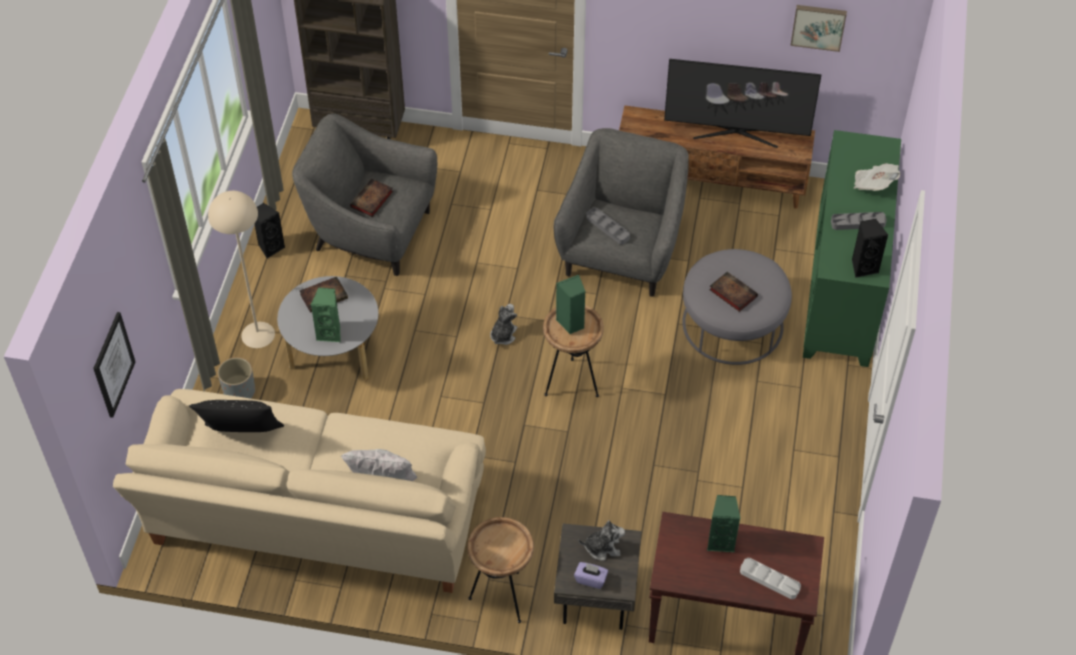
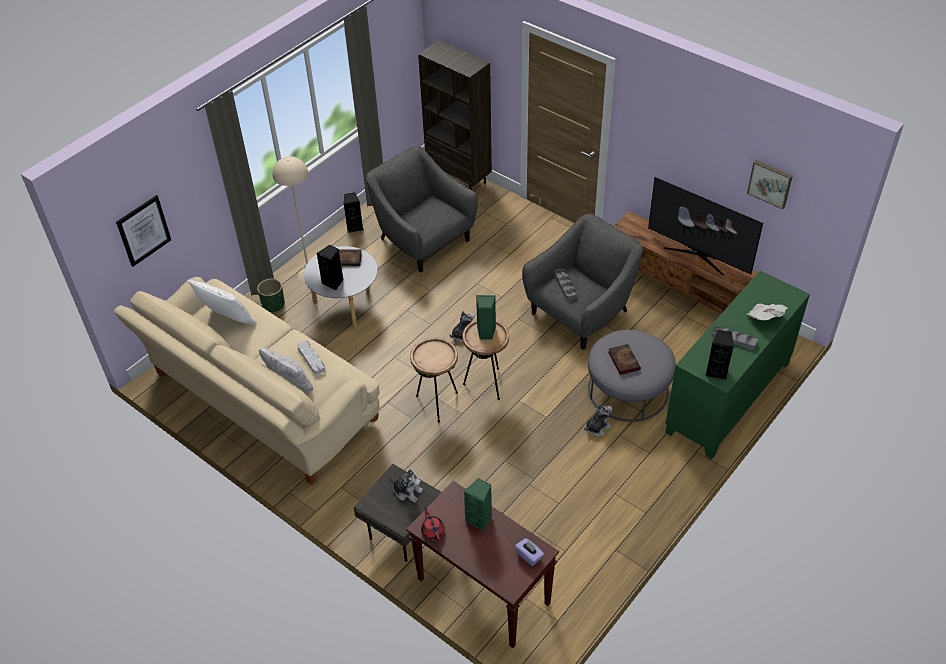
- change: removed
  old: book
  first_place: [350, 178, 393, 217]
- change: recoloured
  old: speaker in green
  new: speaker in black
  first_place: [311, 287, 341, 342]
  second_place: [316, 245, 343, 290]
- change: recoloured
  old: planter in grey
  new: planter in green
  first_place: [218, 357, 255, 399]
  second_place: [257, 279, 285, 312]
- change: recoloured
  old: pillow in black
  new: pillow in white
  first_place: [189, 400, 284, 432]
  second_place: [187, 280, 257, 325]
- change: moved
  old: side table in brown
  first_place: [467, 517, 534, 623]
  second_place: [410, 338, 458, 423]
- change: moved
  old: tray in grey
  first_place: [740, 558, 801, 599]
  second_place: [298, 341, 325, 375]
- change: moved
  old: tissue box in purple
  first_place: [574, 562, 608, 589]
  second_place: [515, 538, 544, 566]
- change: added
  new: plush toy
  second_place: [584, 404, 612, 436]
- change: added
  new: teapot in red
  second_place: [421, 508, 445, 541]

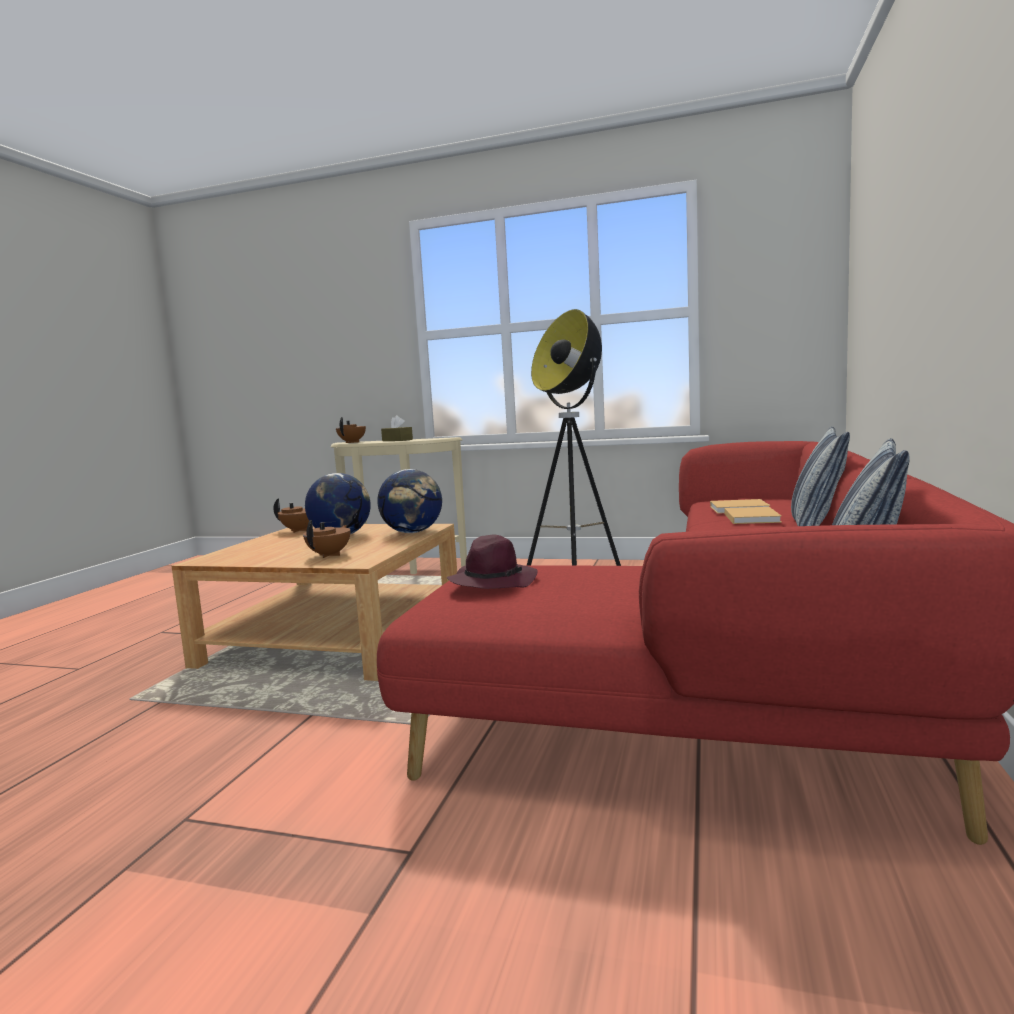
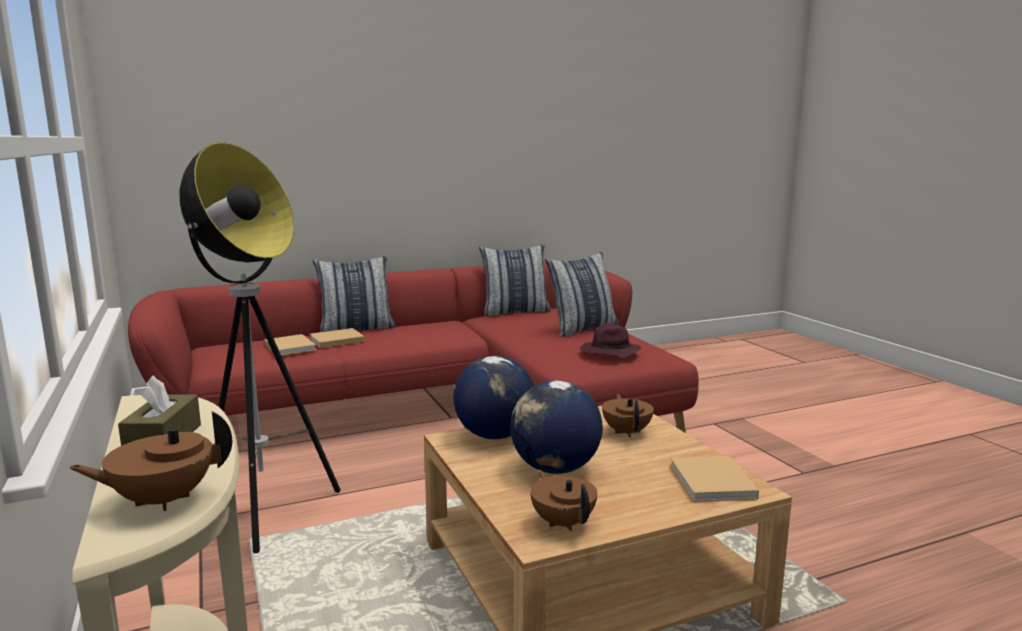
- change: turned
  old: teapot in brown
  first_place: [303, 520, 350, 558]
  second_place: [602, 394, 654, 437]
  degrees: 105
- change: added
  new: pillow
  second_place: [545, 251, 618, 337]
- change: added
  new: book in beige
  second_place: [670, 456, 759, 502]

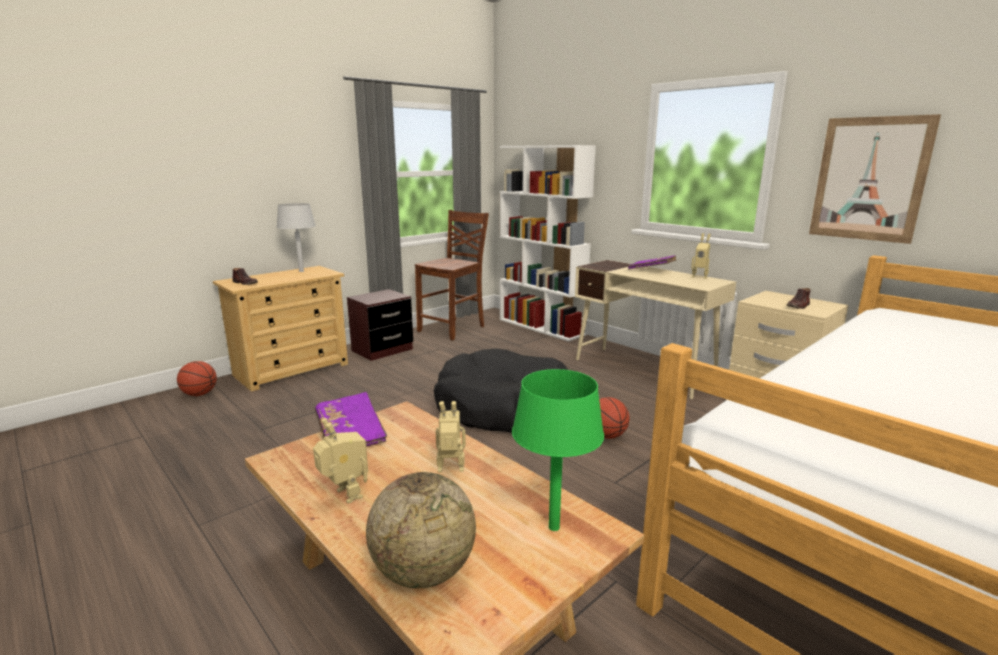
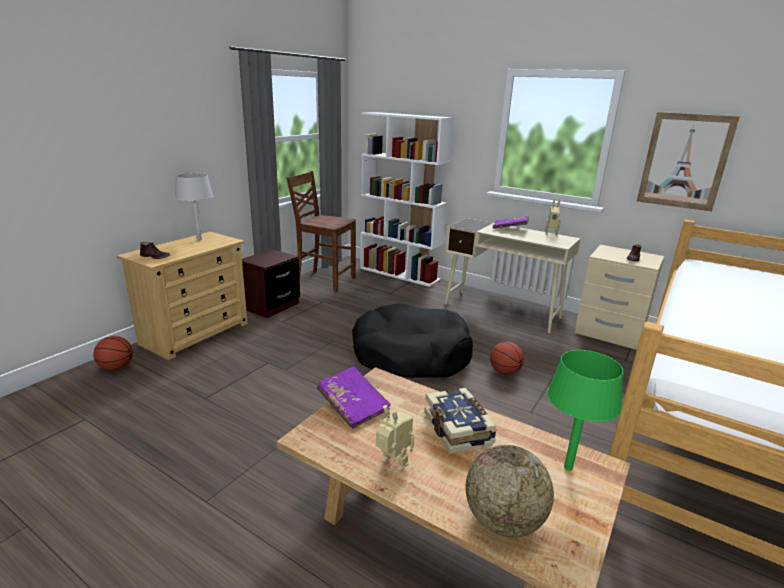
- change: turned
  old: chair in brown
  first_place: [415, 210, 489, 341]
  second_place: [287, 171, 356, 292]
  degrees: -90
- change: replaced
  old: toy robot
  new: book
  first_place: [436, 401, 466, 472]
  second_place: [424, 388, 497, 454]

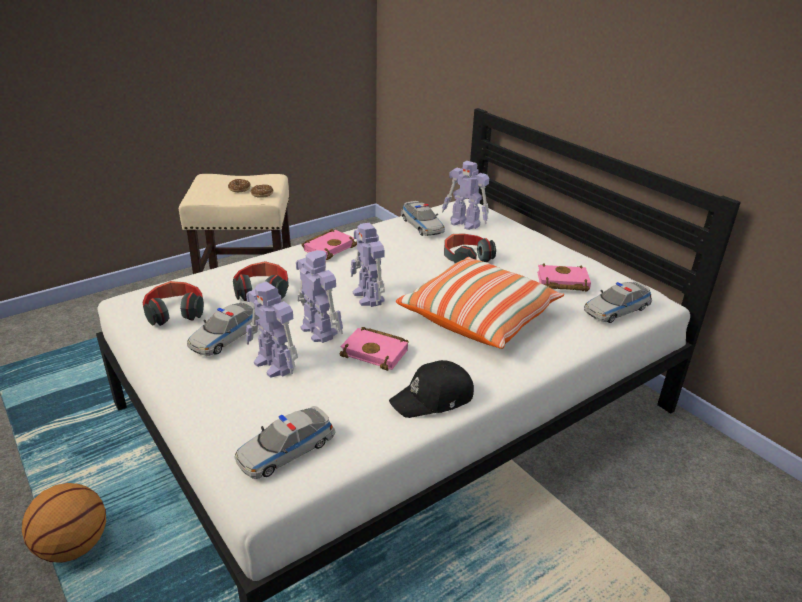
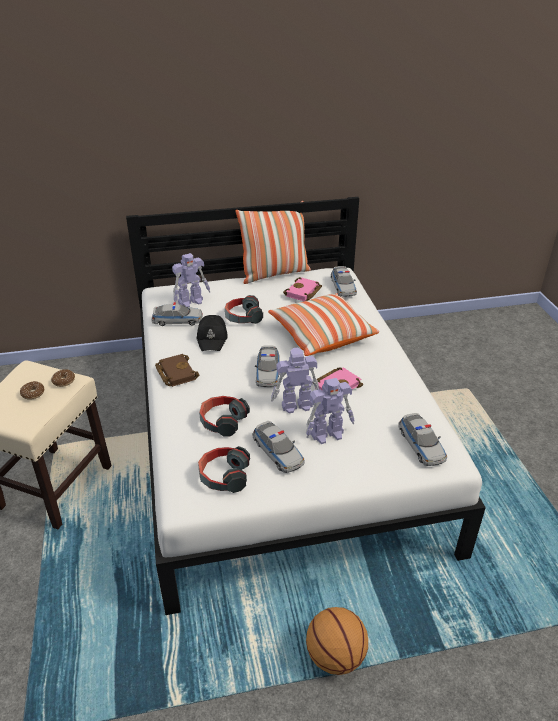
- change: replaced
  old: toy robot
  new: toy car
  first_place: [350, 223, 385, 307]
  second_place: [255, 345, 280, 387]
- change: recoloured
  old: book in pink
  new: book in brown
  first_place: [302, 229, 357, 260]
  second_place: [155, 354, 199, 387]
- change: moved
  old: cap in black
  first_place: [389, 360, 474, 418]
  second_place: [197, 315, 228, 351]
- change: added
  new: pillow
  second_place: [235, 201, 311, 284]

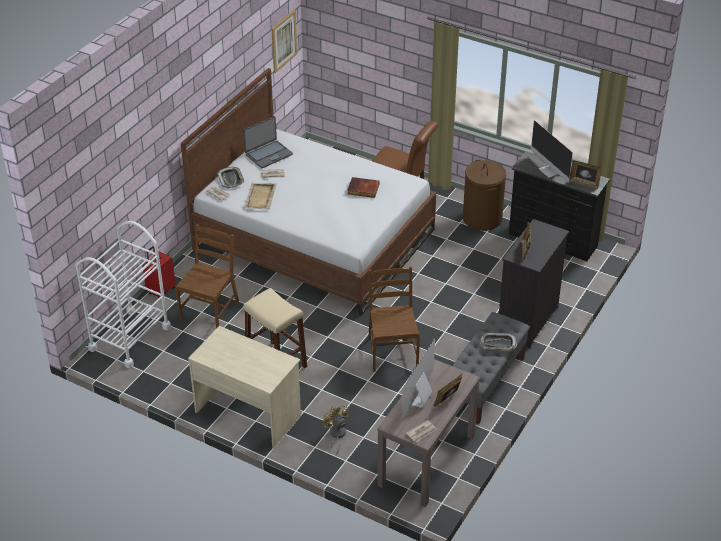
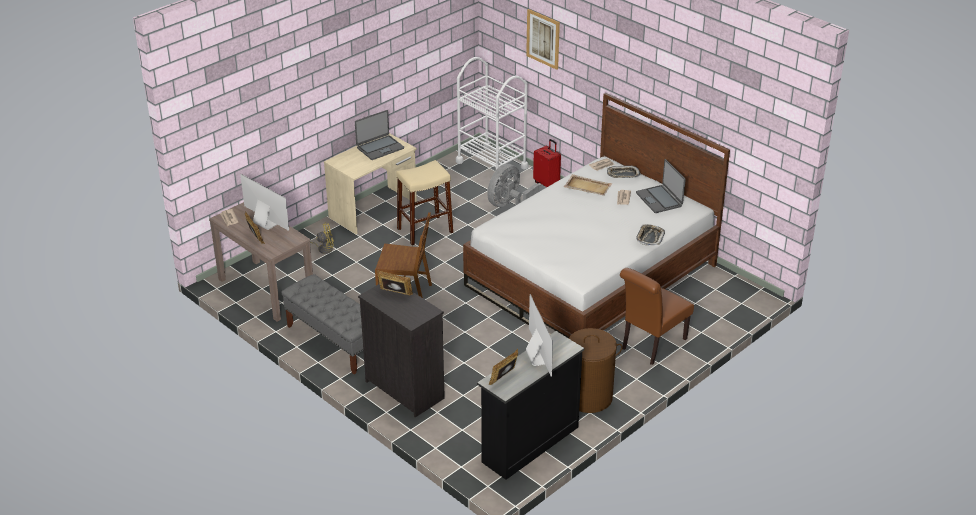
- change: moved
  old: picture
  first_place: [272, 10, 297, 73]
  second_place: [526, 9, 560, 70]
- change: turned
  old: monitor
  first_place: [531, 120, 573, 183]
  second_place: [526, 294, 553, 377]
  degrees: 90
- change: removed
  old: book
  first_place: [347, 177, 380, 198]
- change: replaced
  old: chair in brown
  new: fan in grey
  first_place: [175, 224, 239, 329]
  second_place: [487, 164, 540, 207]
- change: moved
  old: tray
  first_place: [480, 332, 517, 350]
  second_place: [636, 224, 665, 246]
- change: added
  new: laptop
  second_place: [355, 110, 404, 160]

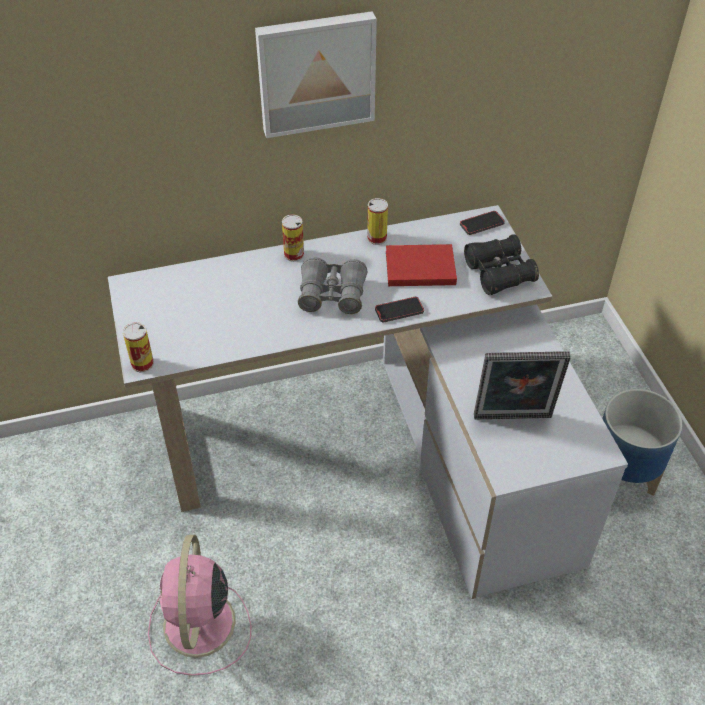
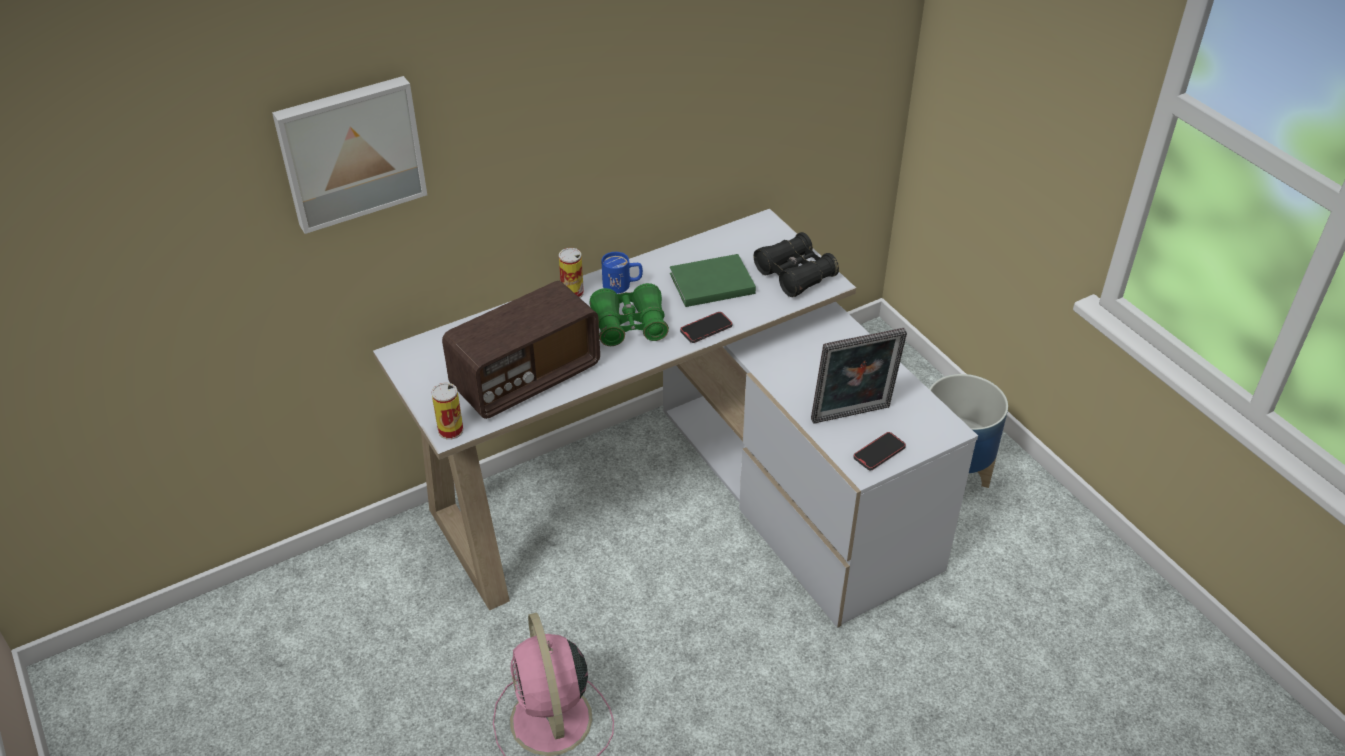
- change: moved
  old: picture
  first_place: [255, 11, 377, 138]
  second_place: [272, 76, 427, 234]
- change: removed
  old: can
  first_place: [367, 198, 388, 245]
- change: moved
  old: phone
  first_place: [460, 211, 505, 235]
  second_place: [853, 432, 906, 470]
- change: recoloured
  old: book in red
  new: book in green
  first_place: [386, 244, 457, 286]
  second_place: [670, 254, 756, 307]
- change: recoloured
  old: binoculars in grey
  new: binoculars in green
  first_place: [298, 257, 367, 314]
  second_place: [590, 283, 669, 346]
- change: added
  new: mug in blue
  second_place: [601, 252, 643, 294]
- change: added
  new: radio
  second_place: [442, 281, 600, 419]

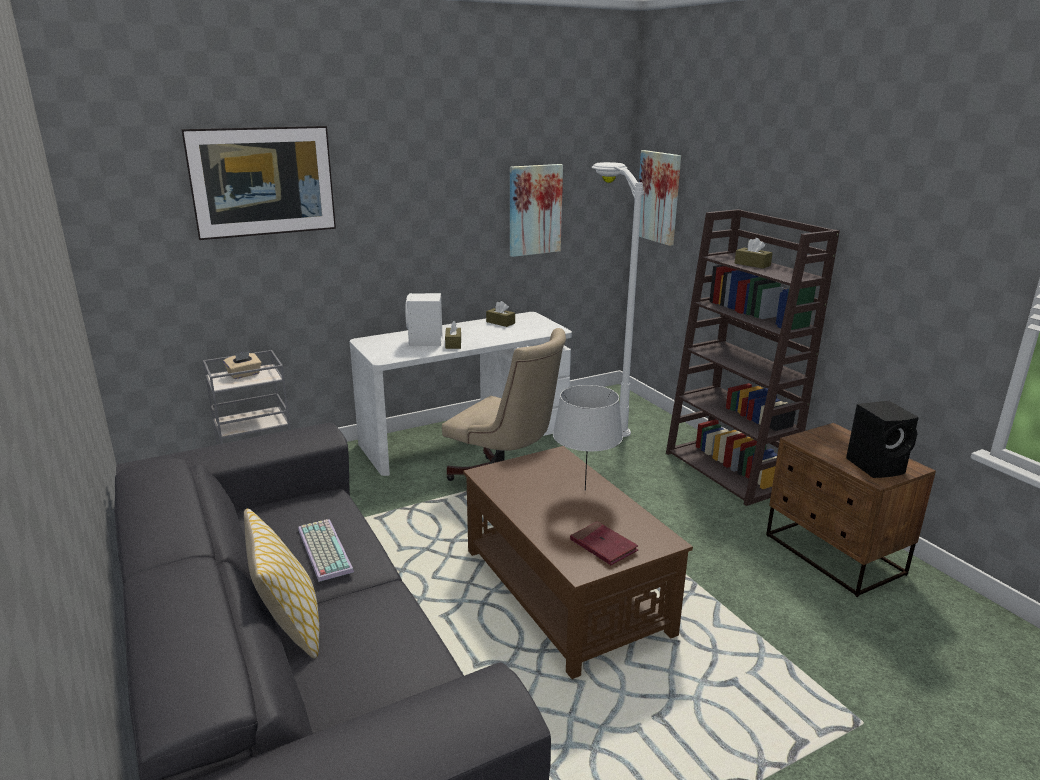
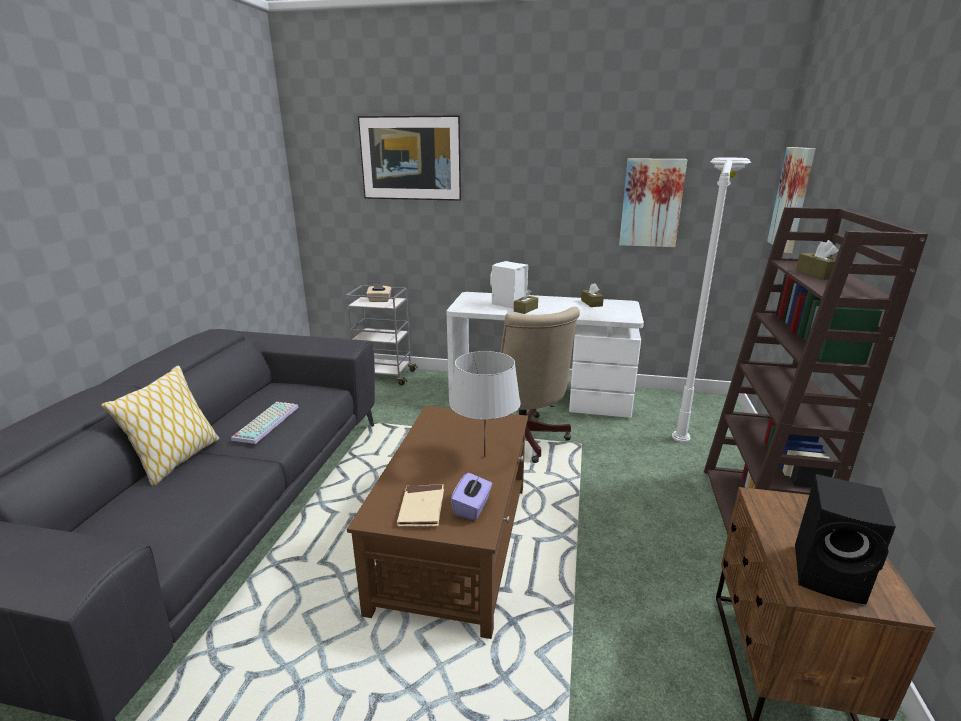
- change: recoloured
  old: book in red
  new: book in beige
  first_place: [570, 521, 638, 565]
  second_place: [397, 485, 444, 527]
- change: added
  new: tissue box in purple
  second_place: [451, 473, 492, 520]

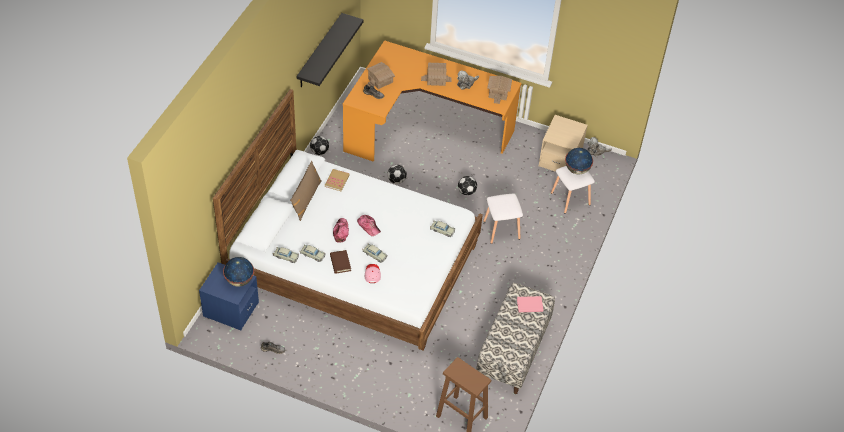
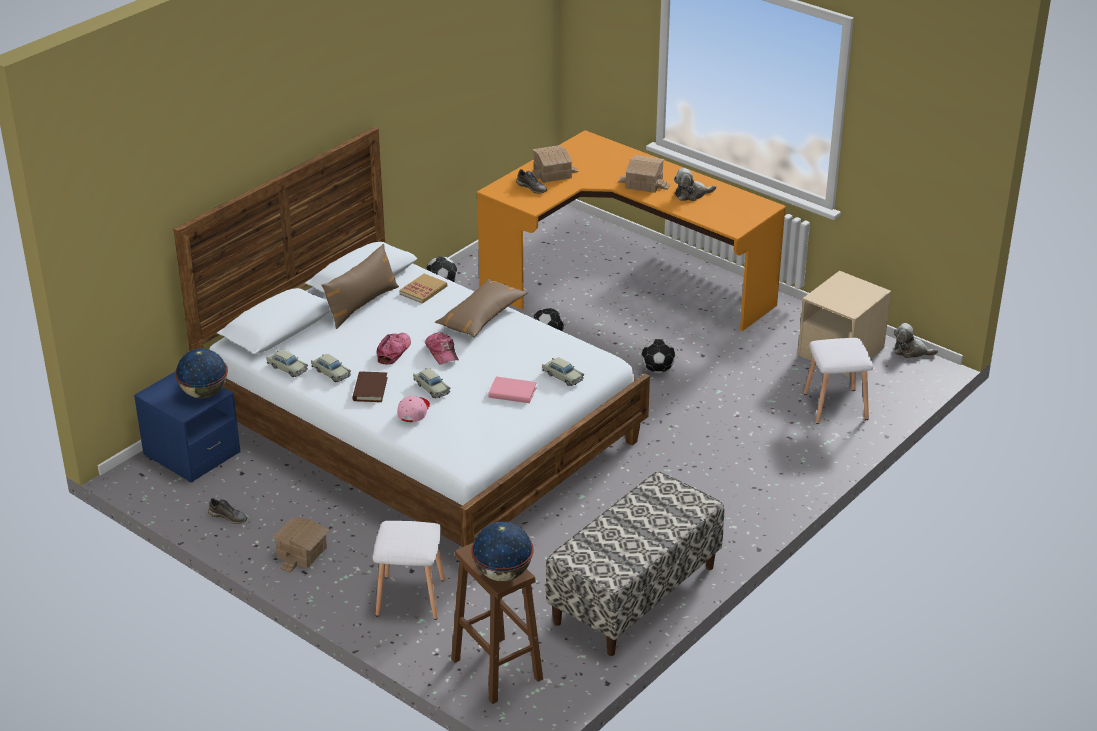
- change: removed
  old: shelf in black
  first_place: [296, 13, 364, 87]
- change: moved
  old: toy house
  first_place: [487, 76, 512, 104]
  second_place: [272, 517, 330, 573]
- change: moved
  old: globe
  first_place: [565, 148, 593, 175]
  second_place: [471, 522, 533, 581]
- change: moved
  old: stool in white
  first_place: [483, 194, 523, 244]
  second_place: [373, 521, 445, 620]
- change: moved
  old: book in pink
  first_place: [517, 296, 543, 312]
  second_place: [488, 377, 537, 403]
- change: added
  new: pillow in brown
  second_place: [435, 279, 528, 338]

